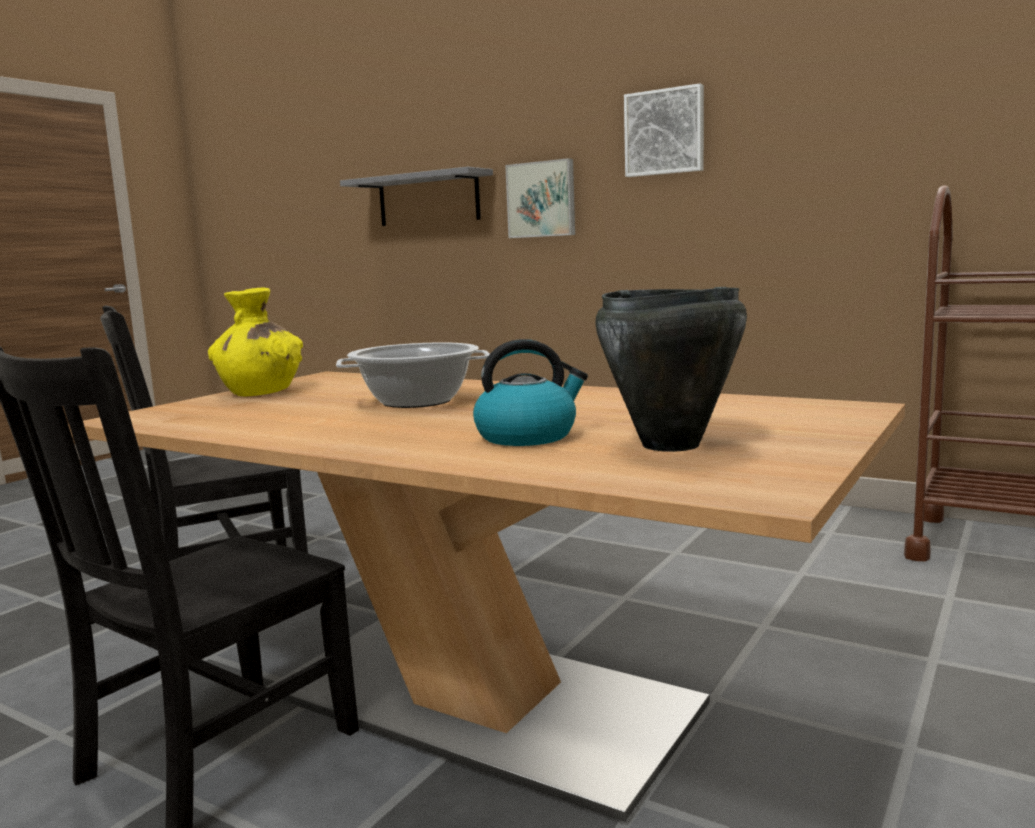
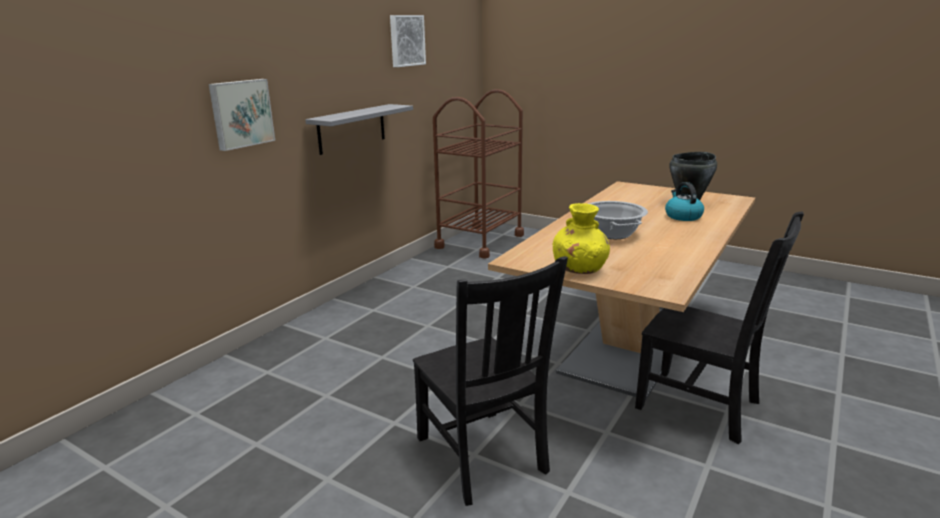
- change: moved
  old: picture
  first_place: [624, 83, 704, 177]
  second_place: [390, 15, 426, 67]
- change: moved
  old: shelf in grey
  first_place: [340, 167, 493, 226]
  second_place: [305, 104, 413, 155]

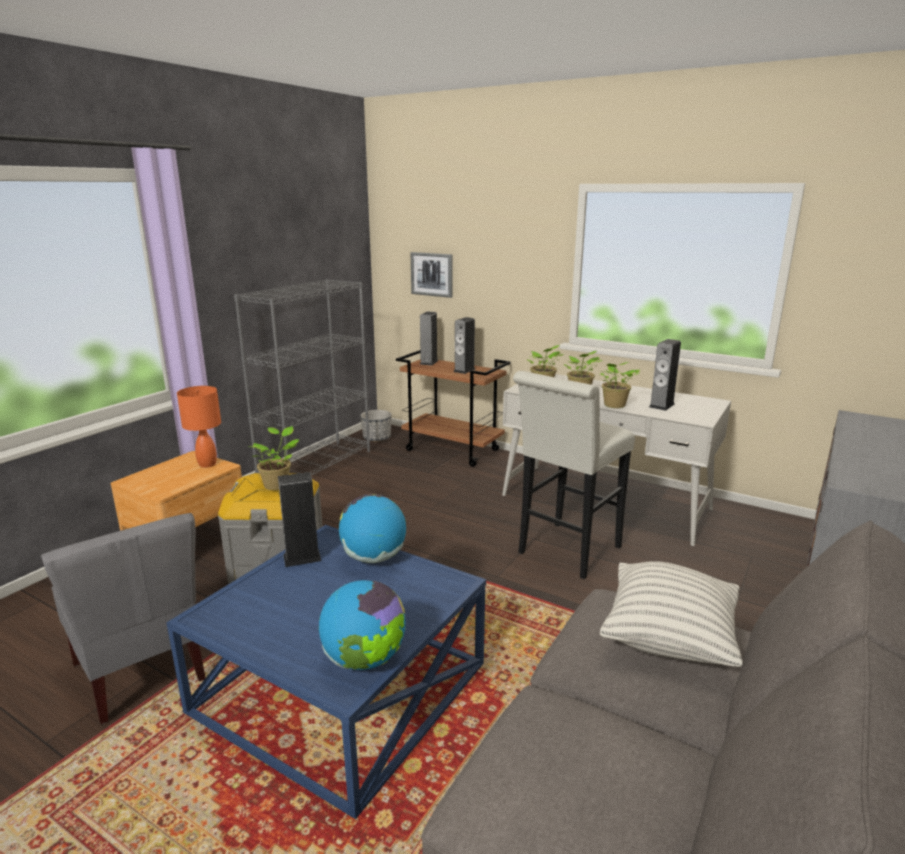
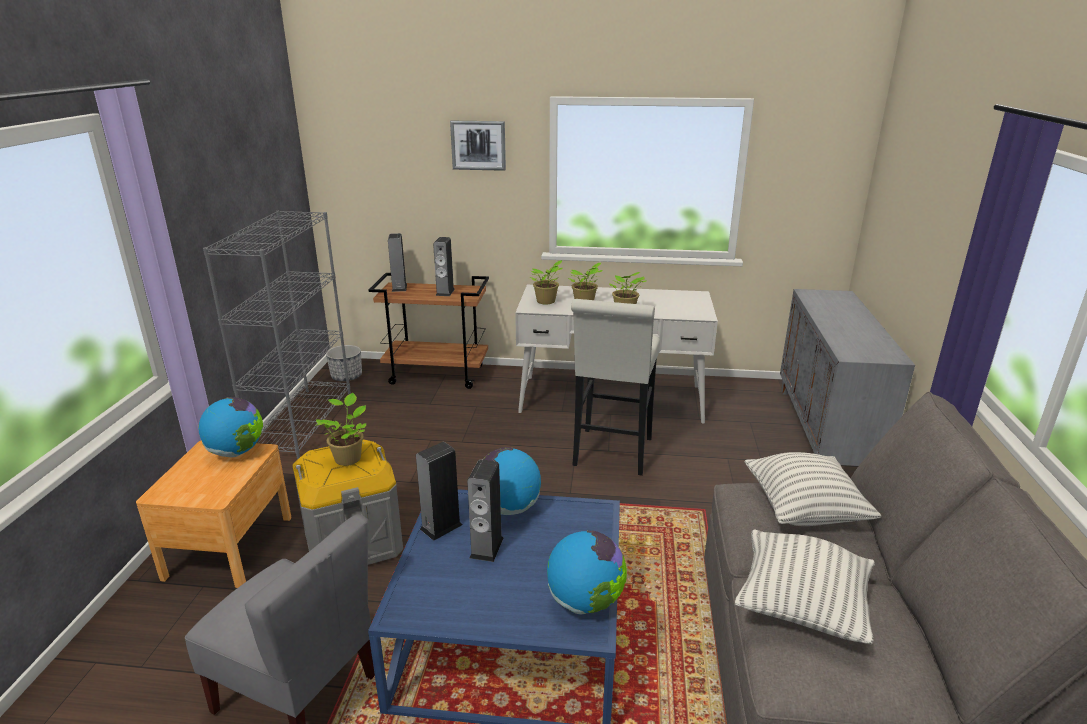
- change: moved
  old: picture
  first_place: [411, 252, 453, 298]
  second_place: [450, 121, 506, 171]
- change: moved
  old: speaker
  first_place: [649, 339, 681, 411]
  second_place: [467, 459, 503, 562]
- change: replaced
  old: table lamp in orange
  new: globe
  first_place: [177, 386, 221, 468]
  second_place: [199, 397, 263, 457]
- change: added
  new: pillow
  second_place: [735, 529, 875, 644]

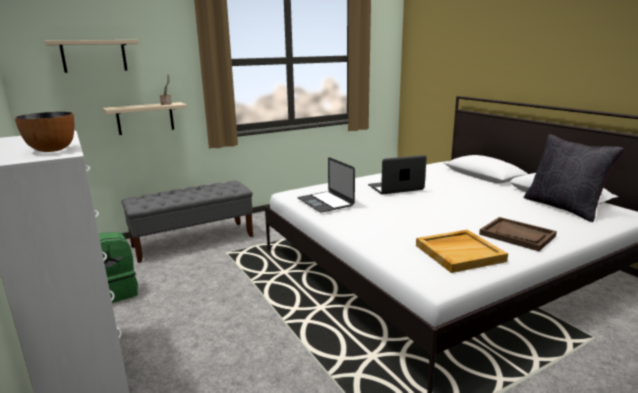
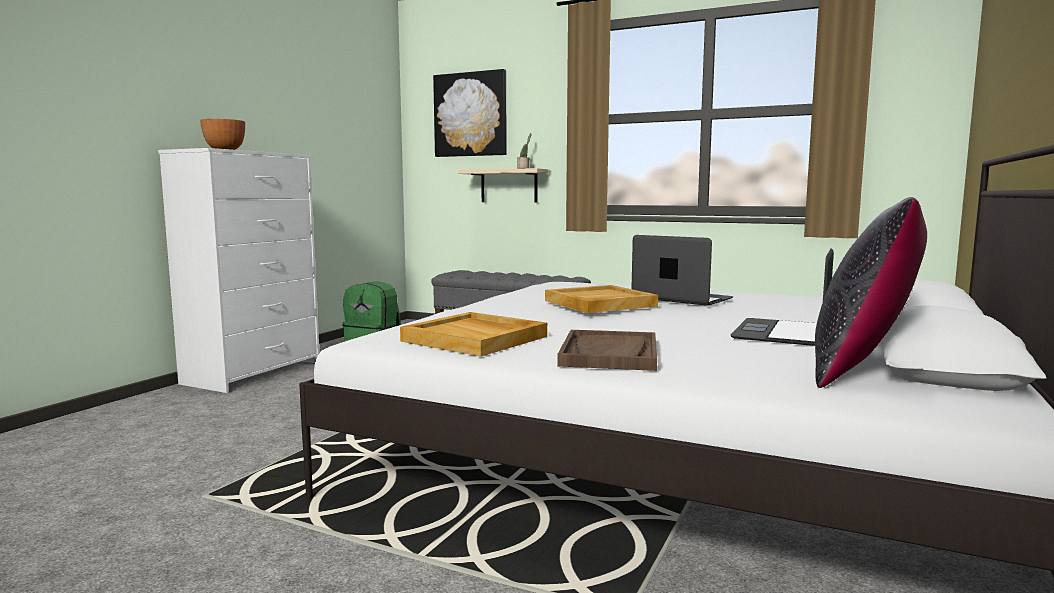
- change: replaced
  old: shelf in beige
  new: picture
  first_place: [45, 40, 139, 73]
  second_place: [433, 69, 507, 157]
- change: moved
  old: laptop
  first_place: [297, 157, 355, 213]
  second_place: [731, 249, 834, 346]
- change: added
  new: tray in beige
  second_place: [545, 285, 658, 313]

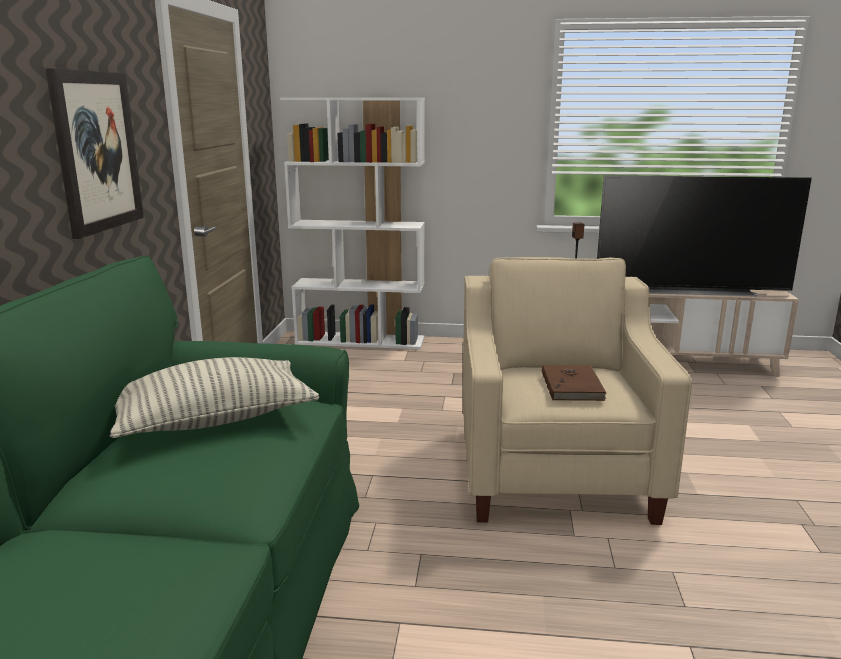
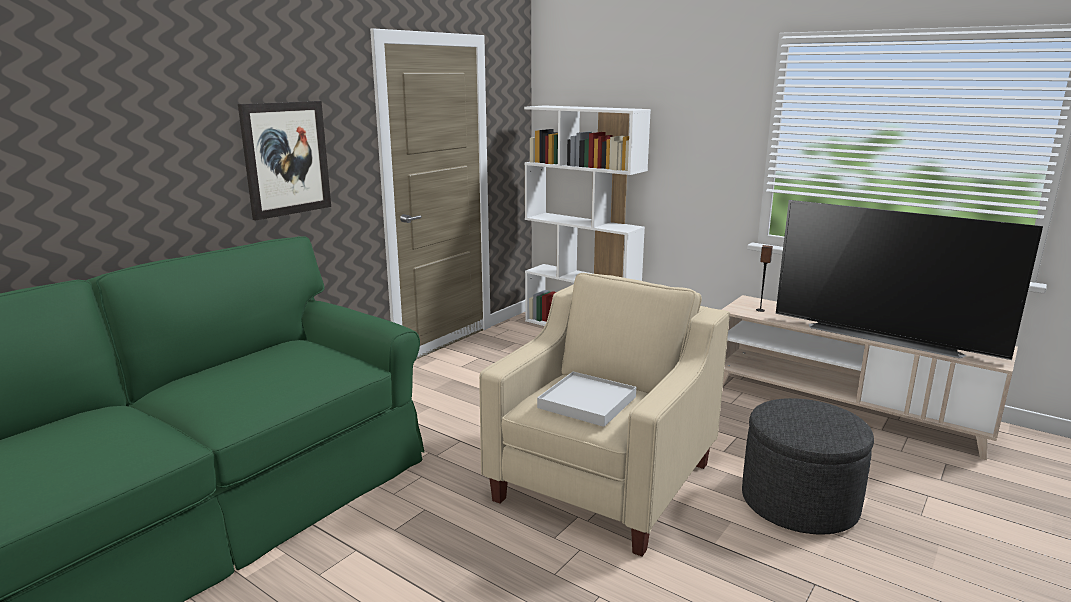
- change: removed
  old: pillow
  first_place: [110, 357, 319, 438]
- change: replaced
  old: book in brown
  new: tray in white
  first_place: [542, 365, 607, 401]
  second_place: [537, 372, 636, 427]
- change: added
  new: ottoman in grey
  second_place: [742, 398, 874, 534]

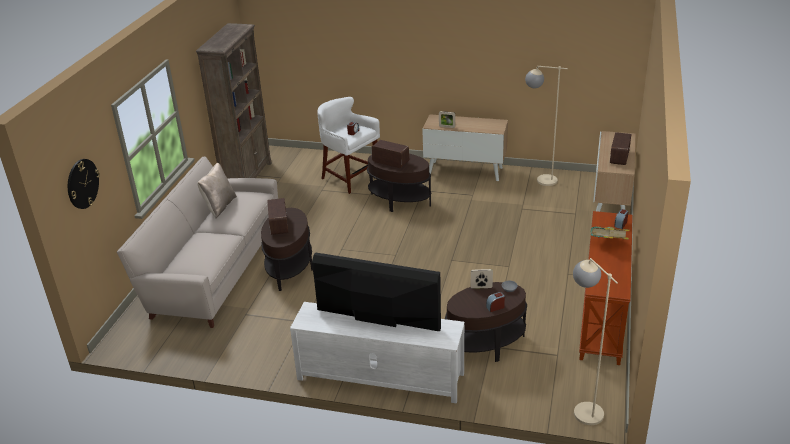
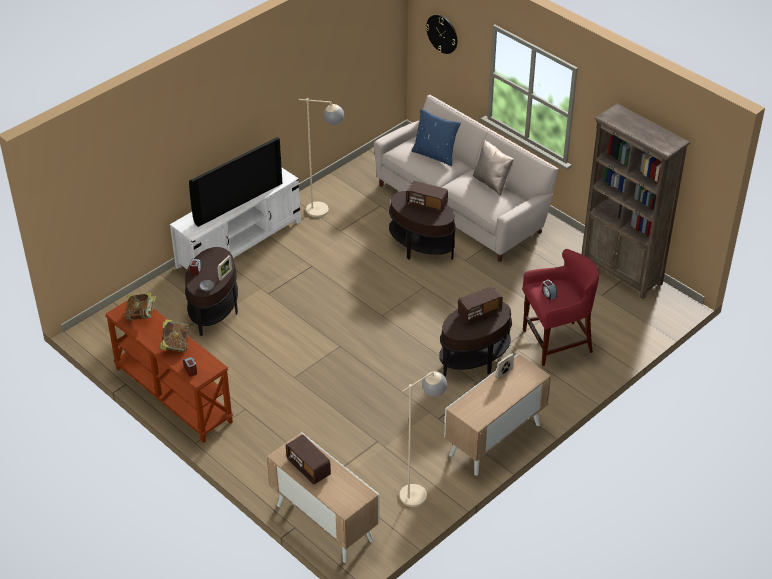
- change: recoloured
  old: stool in white
  new: stool in red
  first_place: [317, 97, 380, 194]
  second_place: [523, 249, 599, 366]
- change: moved
  old: floor lamp in beige
  first_place: [573, 258, 618, 425]
  second_place: [299, 98, 344, 218]
- change: added
  new: pillow in blue
  second_place: [412, 109, 461, 166]
- change: added
  new: book
  second_place: [125, 292, 156, 321]

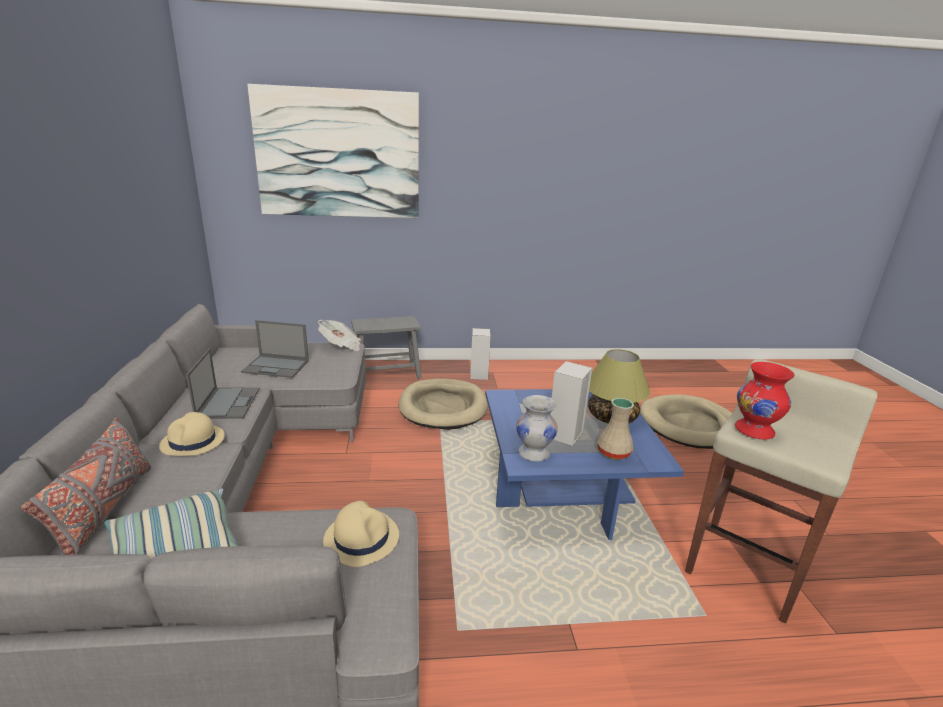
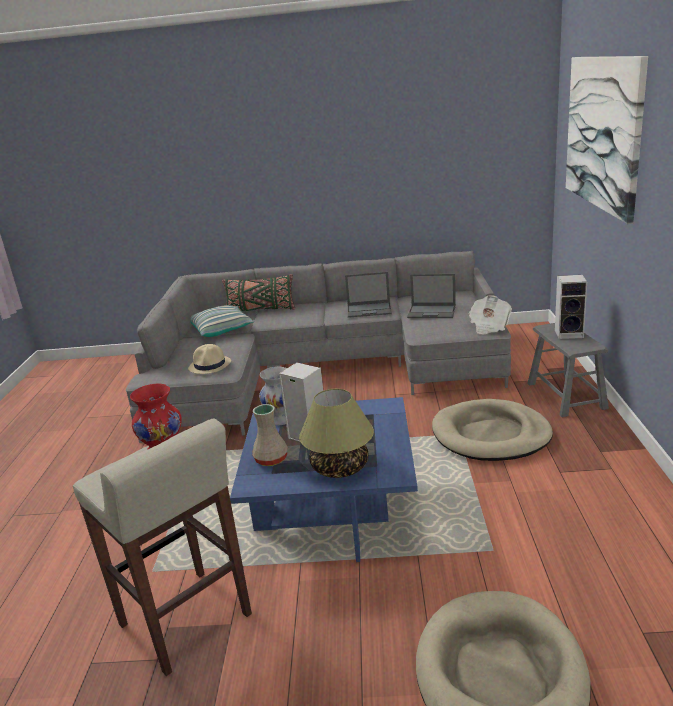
- change: turned
  old: laptop
  first_place: [241, 320, 309, 378]
  second_place: [407, 274, 456, 318]
  degrees: -90
- change: moved
  old: speaker
  first_place: [470, 328, 491, 380]
  second_place: [555, 275, 587, 339]
- change: removed
  old: hat in beige
  first_place: [159, 412, 225, 456]
- change: recoloured
  old: pillow in grey
  new: pillow in green
  first_place: [21, 417, 151, 555]
  second_place: [222, 274, 295, 311]

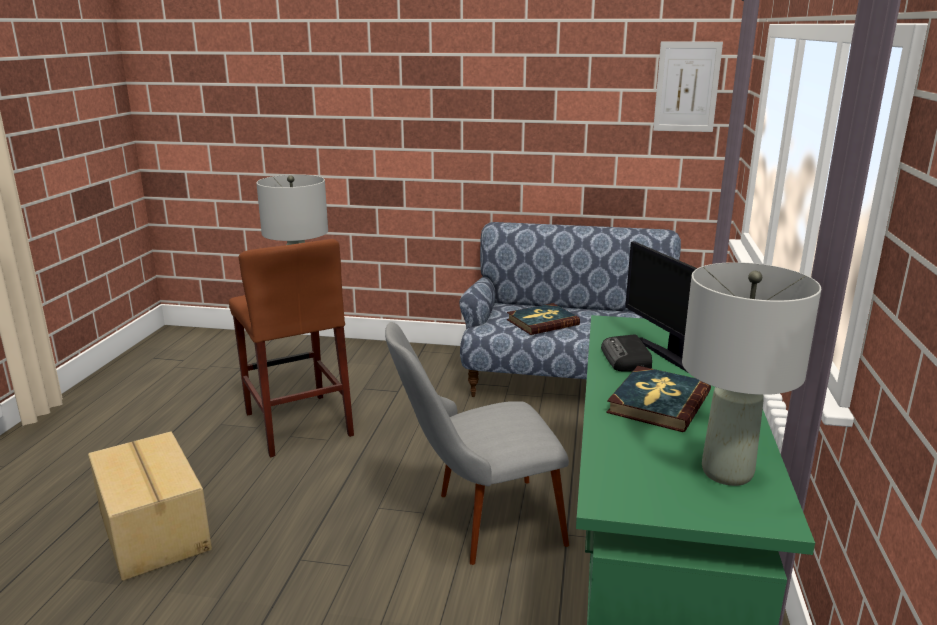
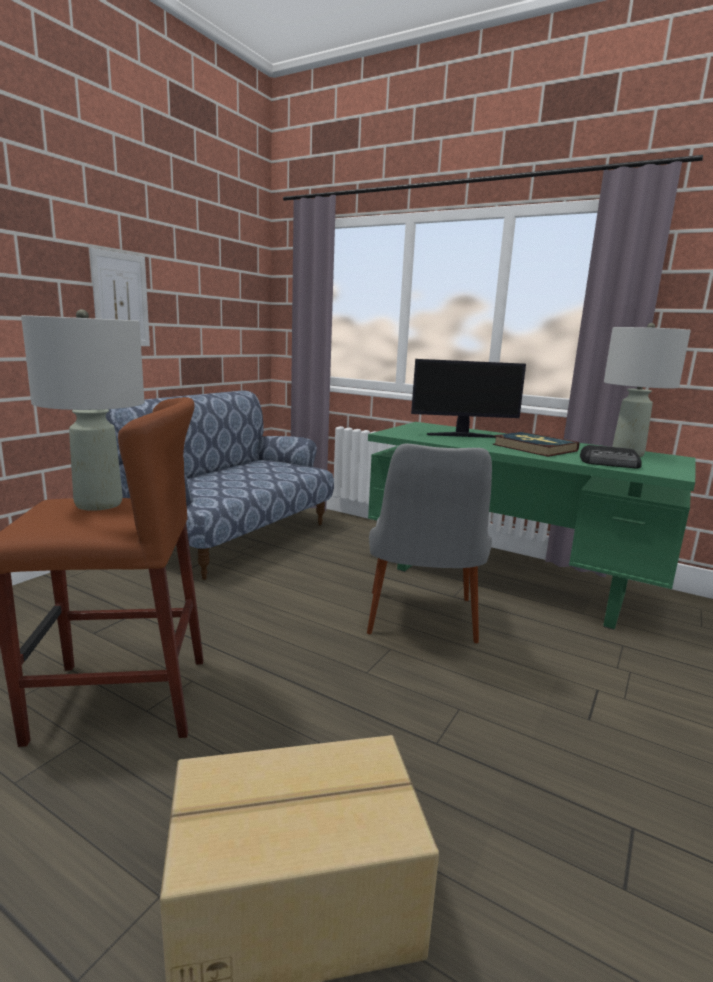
- change: moved
  old: picture
  first_place: [653, 41, 723, 132]
  second_place: [90, 248, 150, 346]
- change: removed
  old: book
  first_place: [507, 303, 580, 335]
- change: moved
  old: radio
  first_place: [601, 334, 652, 372]
  second_place: [580, 445, 642, 468]

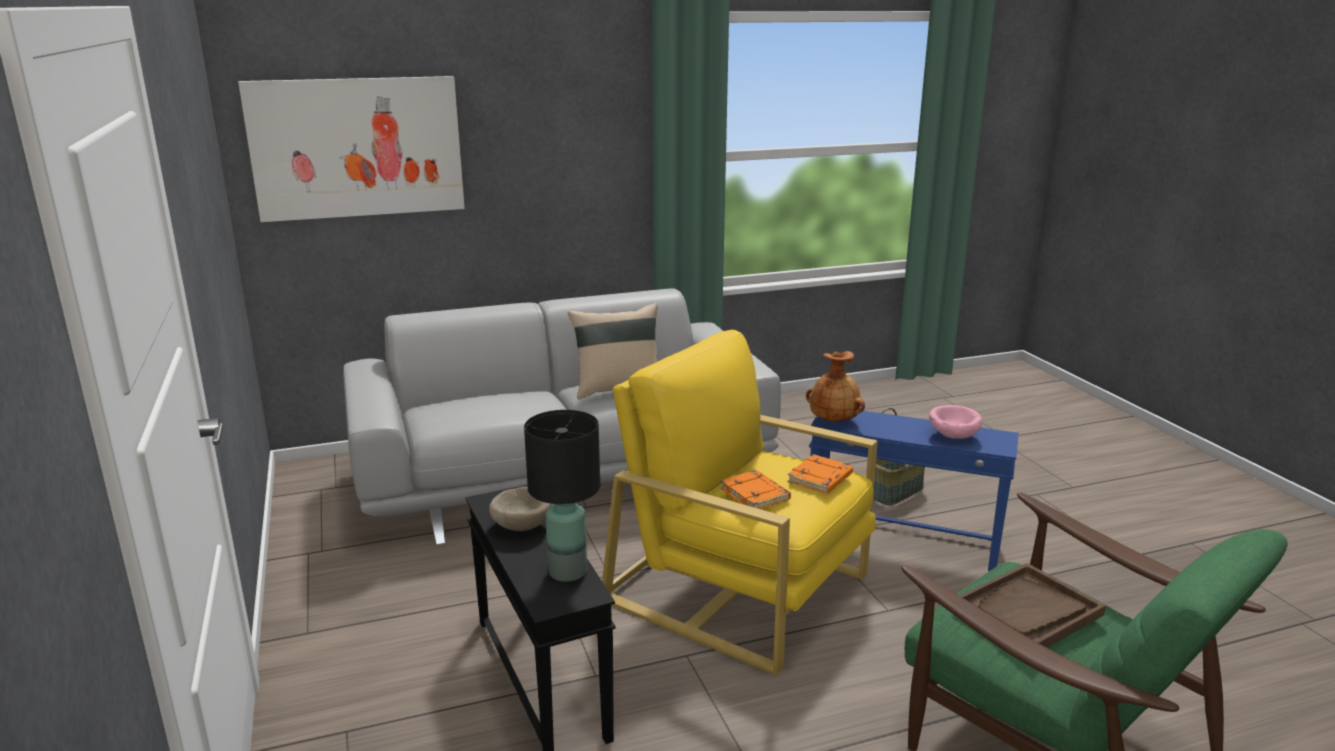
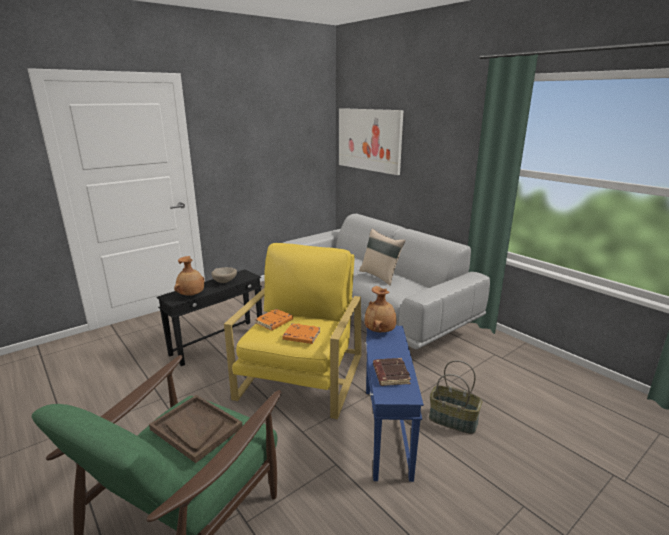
- change: replaced
  old: bowl in pink
  new: book in brown
  first_place: [929, 405, 982, 439]
  second_place: [373, 358, 411, 386]
- change: replaced
  old: table lamp in black
  new: vase in brown
  first_place: [524, 410, 600, 582]
  second_place: [174, 256, 205, 296]

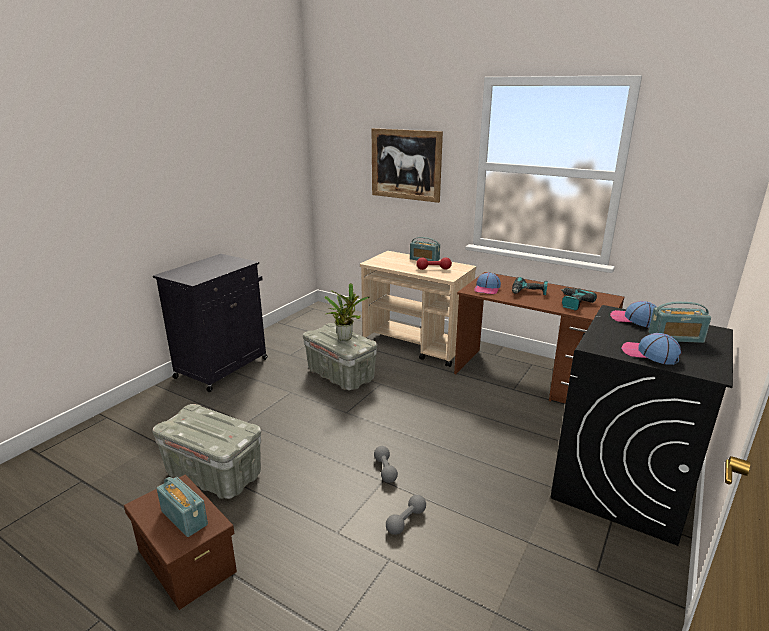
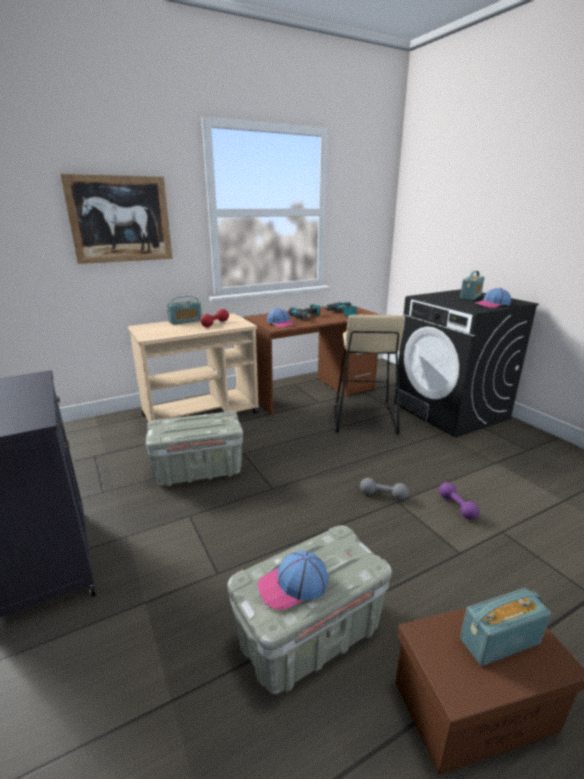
- change: removed
  old: potted plant
  first_place: [324, 283, 370, 341]
- change: moved
  old: cap
  first_place: [610, 301, 657, 327]
  second_place: [257, 551, 328, 610]
- change: recoloured
  old: dumbbell in grey
  new: dumbbell in purple
  first_place: [386, 495, 426, 535]
  second_place: [439, 482, 480, 520]
- change: added
  new: stool in beige
  second_place: [335, 315, 405, 435]

